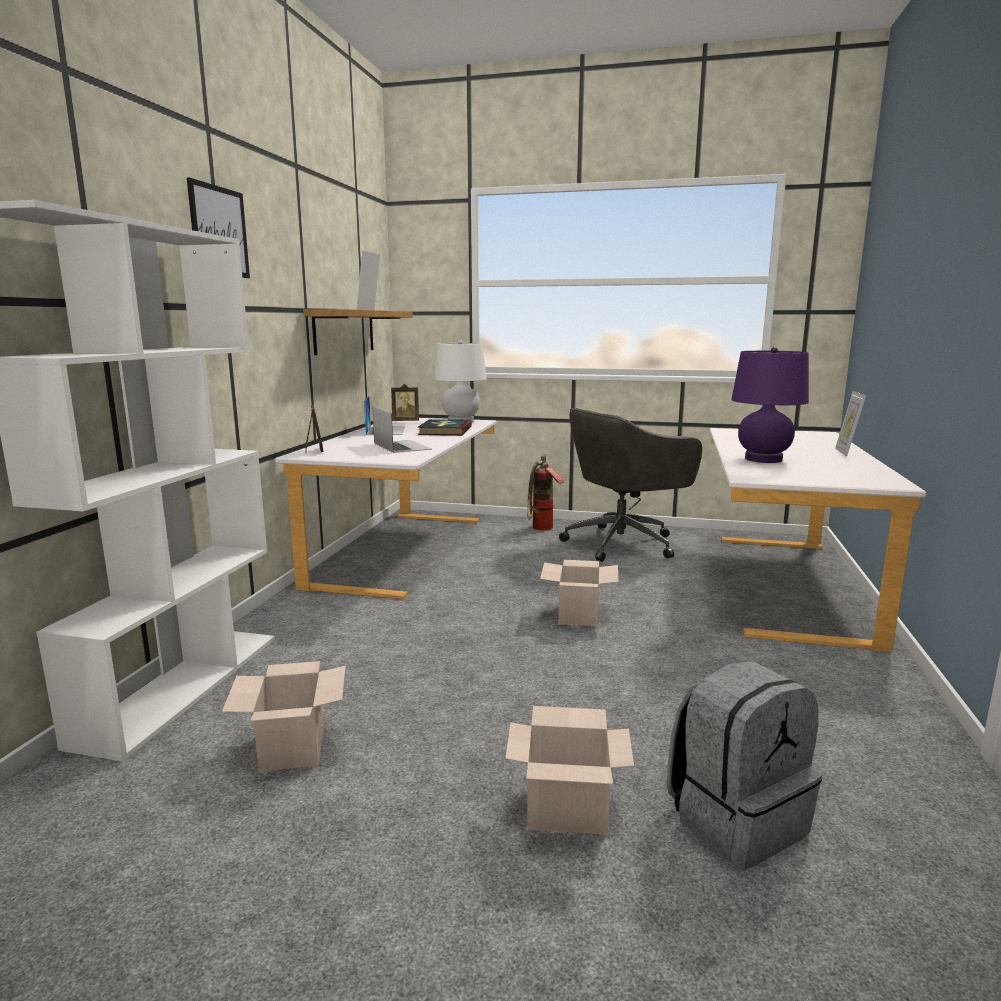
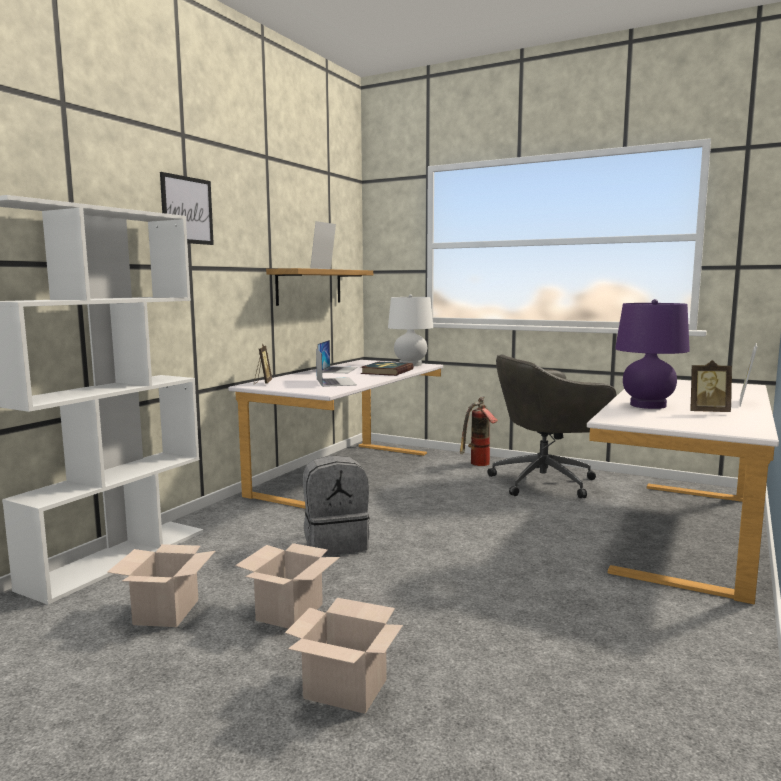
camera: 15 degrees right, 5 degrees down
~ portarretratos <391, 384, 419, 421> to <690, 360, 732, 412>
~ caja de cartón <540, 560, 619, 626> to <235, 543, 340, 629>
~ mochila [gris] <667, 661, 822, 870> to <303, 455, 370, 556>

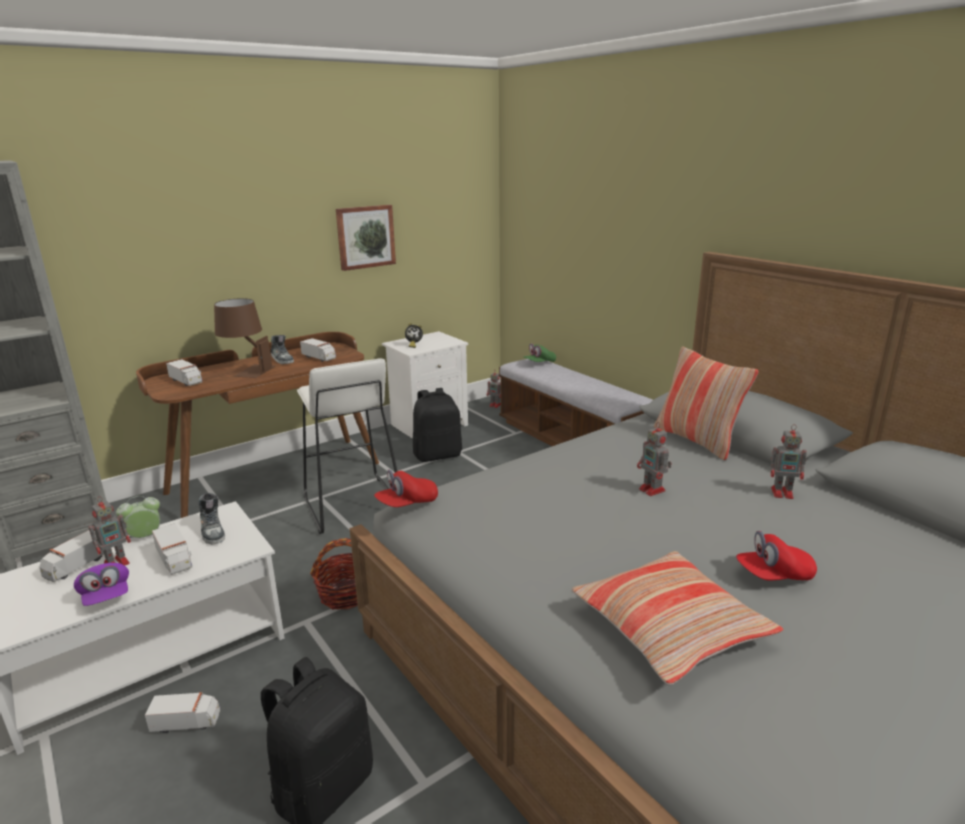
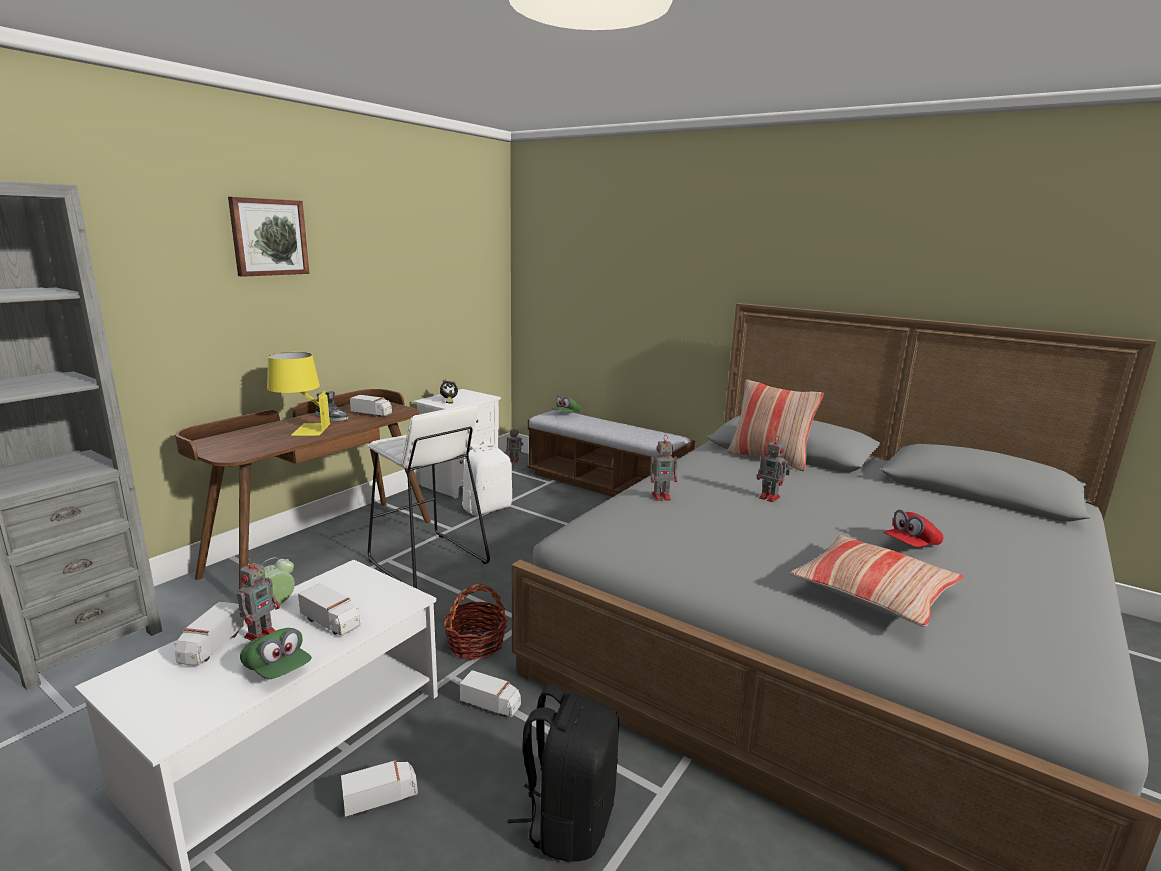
camera: 20 degrees left, 5 degrees down
- zapato <198, 493, 225, 545>
- gorra [rojo] <374, 470, 438, 507>
~ camión de juguete <166, 359, 203, 386> to <460, 670, 521, 717>
~ cuadro <336, 205, 396, 271> to <228, 197, 310, 277>
~ robot de juguete <771, 424, 807, 499> to <650, 435, 678, 501>
~ gorra [morado] <74, 563, 129, 606> to gorra [verde] <240, 628, 312, 679>
~ lámpara de mesa [marrón] <214, 298, 275, 378> to lámpara de mesa [amarillo] <267, 352, 331, 436>
~ mochila [negro] <413, 388, 462, 462> to mochila [blanco] <462, 440, 512, 516>

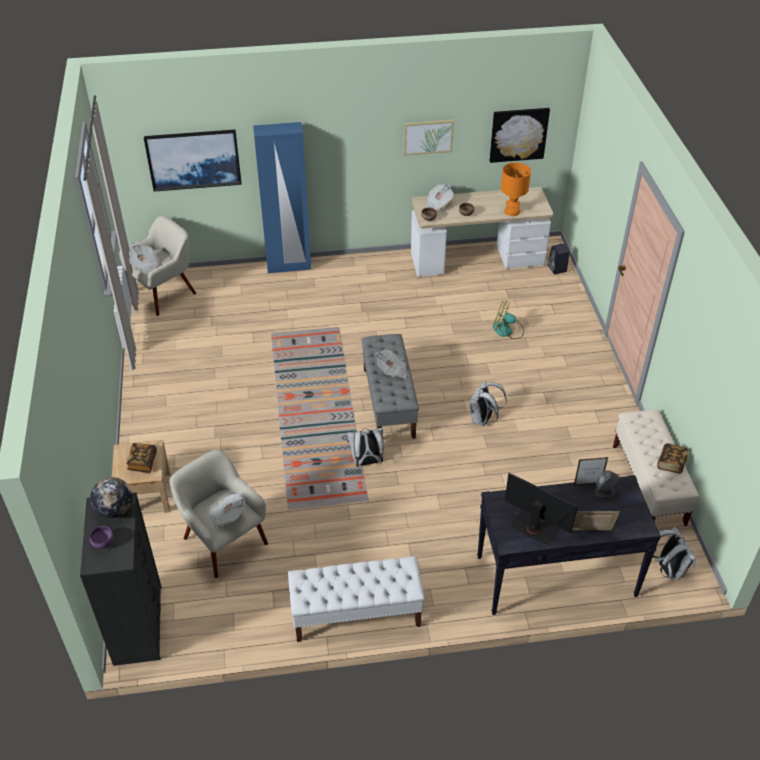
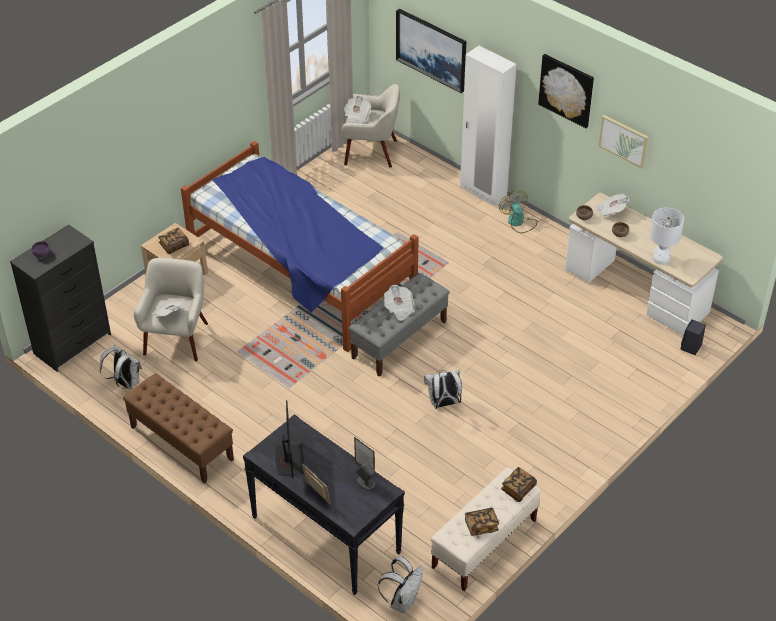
camera: 50 degrees right, 0 degrees up
- globo terráqueo <90, 477, 132, 518>
+ cama <181, 141, 419, 352>
+ libro <501, 467, 537, 502>
~ mochila [blanco] <346, 428, 384, 467> to <100, 345, 142, 390>
~ cuadro <489, 108, 550, 163> to <538, 54, 594, 128>
~ ventilador <493, 300, 524, 339> to <499, 191, 538, 233>
~ armario ropero [azul] <253, 122, 311, 274> to armario ropero [blanco] <460, 46, 517, 207>
~ banco [blanco] <288, 556, 425, 642> to banco [marrón] <123, 373, 234, 484>
~ lámpara de mesa [naranja] <501, 163, 531, 216> to lámpara de mesa [blanco] <650, 208, 684, 265>

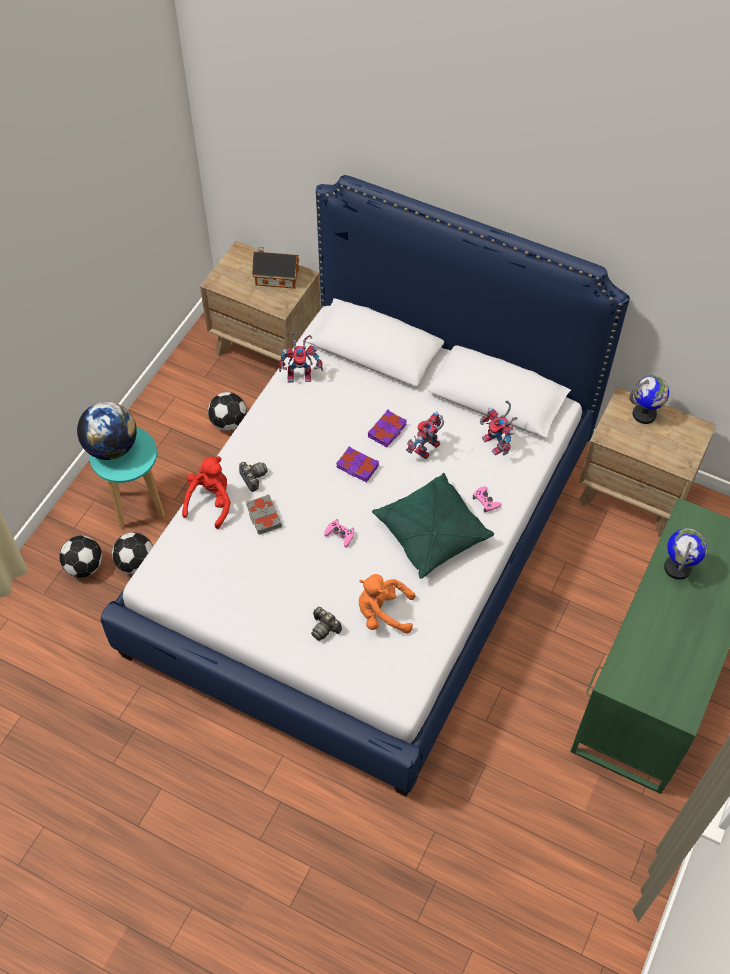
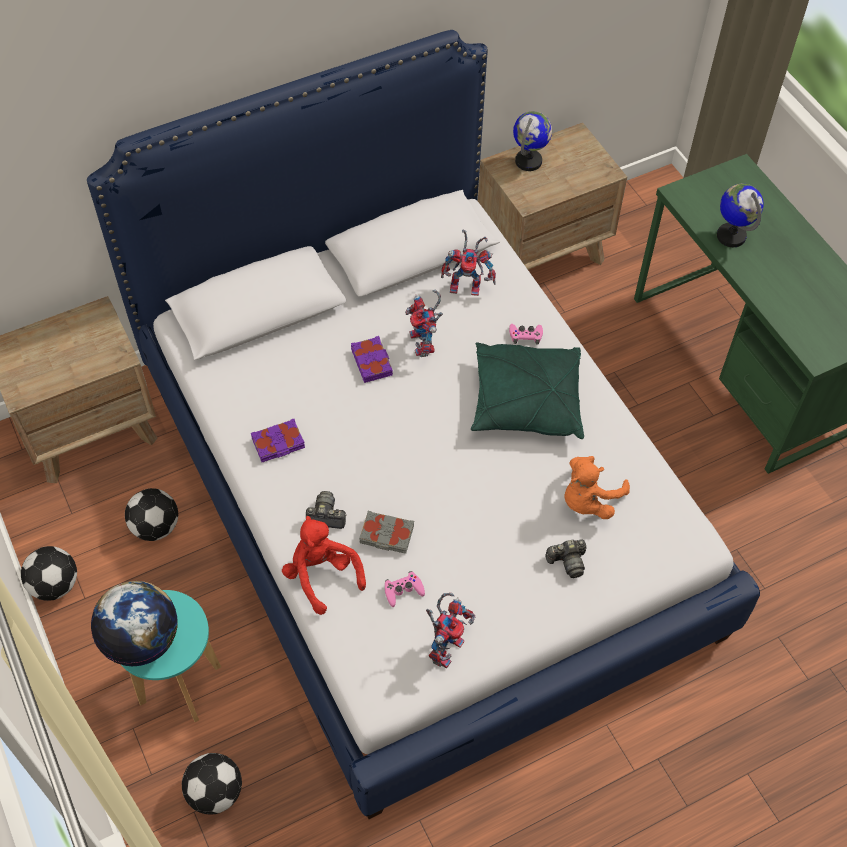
camera: 55 degrees left, 0 degrees up
- casita <252, 247, 299, 289>
~ balón de fútbol <112, 532, 153, 574> to <21, 546, 77, 601>
~ robot de juguete <279, 332, 323, 383> to <426, 593, 475, 669>
~ mando de consola [rosa] <324, 519, 354, 547> to <385, 571, 425, 607>
~ libro [morado] <336, 447, 379, 483> to <251, 419, 305, 462>

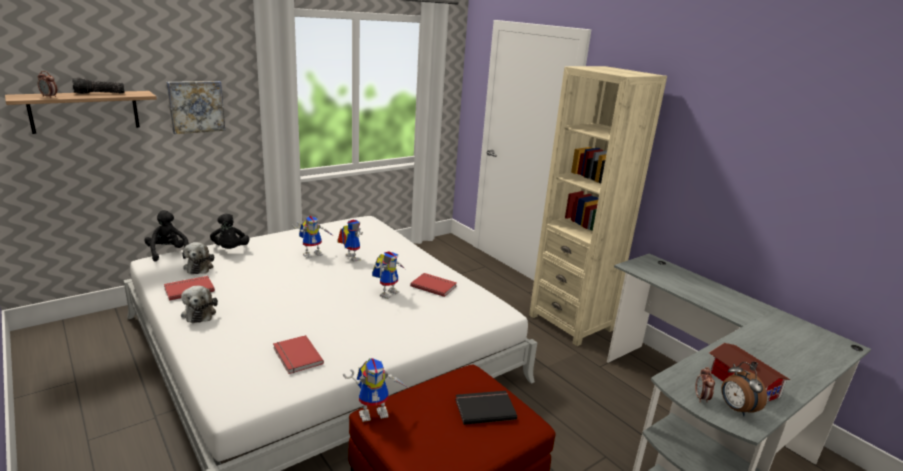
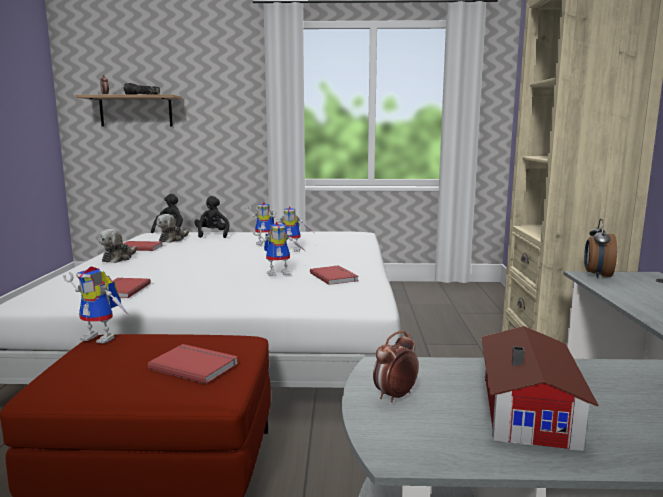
camera: 40 degrees right, 10 degrees down
- cuadro <166, 81, 225, 134>
~ despertador <721, 362, 767, 417> to <584, 218, 617, 279>
~ libro [negro] <455, 391, 517, 425> to libro [rojo] <148, 344, 238, 384>
~ peluche [negro] <210, 214, 250, 249> = <194, 196, 229, 238> 150 degrees clockwise
~ robot de juguete <338, 220, 363, 262> = <269, 206, 313, 252> 90 degrees clockwise

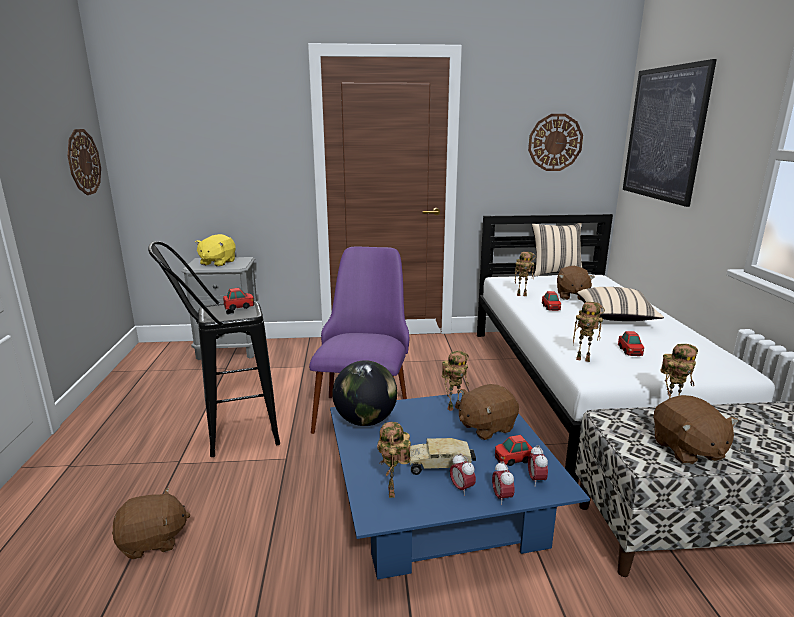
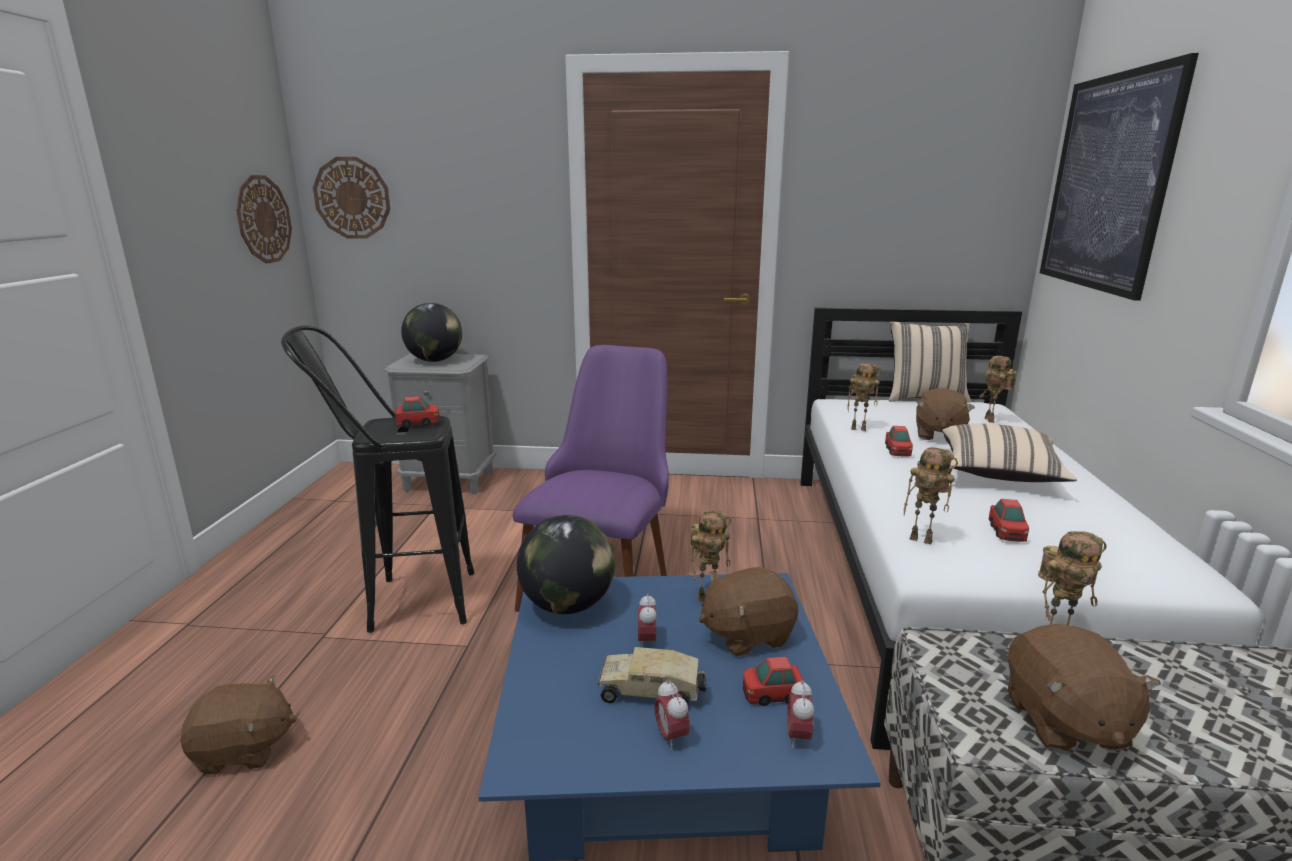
camera: 10 degrees right, 0 degrees up
~ robot de juguete <377, 422, 411, 498> to <979, 356, 1017, 423>
~ despertador <492, 461, 514, 505> to <638, 593, 657, 648>
~ reloj de pared <528, 114, 583, 171> to <313, 157, 390, 239>
~ peluche [amarillo] <195, 234, 236, 267> to globo terráqueo <401, 303, 462, 362>

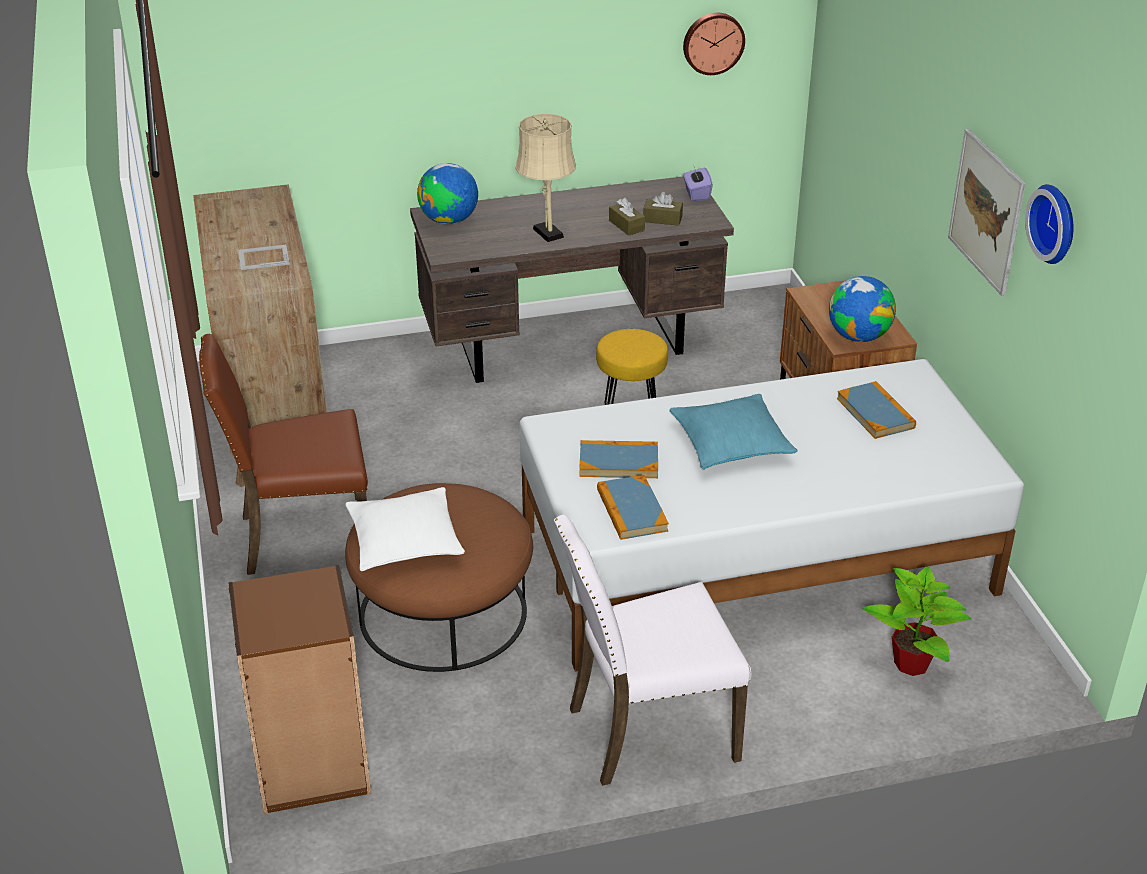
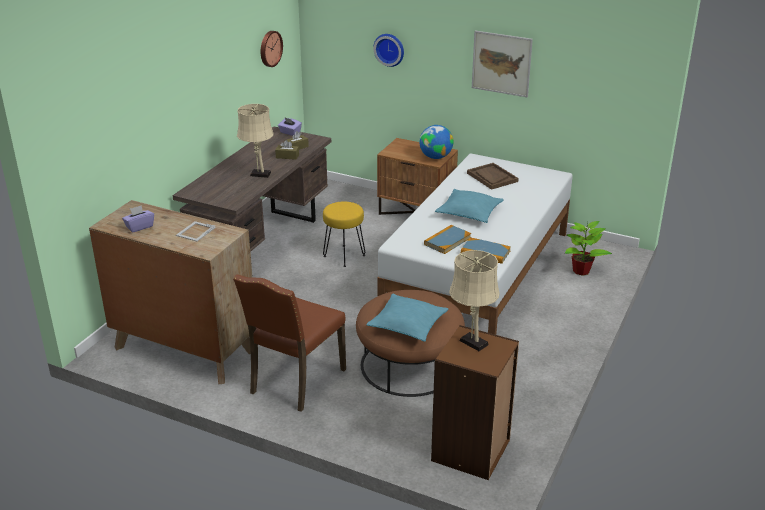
camera: 50 degrees left, 5 degrees down
- globo terráqueo <417, 163, 478, 225>
- silla [blanco] <554, 515, 751, 786>
+ caja de pañuelos [morado] <122, 205, 154, 233>
+ lámpara de mesa [beis] <449, 250, 500, 351>
~ reloj de pared <1025, 184, 1073, 264> to <373, 34, 404, 67>
~ libro <837, 381, 916, 439> to bandeja [marrón] <467, 163, 519, 190>
~ cojín [blanco] <345, 487, 465, 571> to cojín [turquesa] <366, 294, 449, 342>

